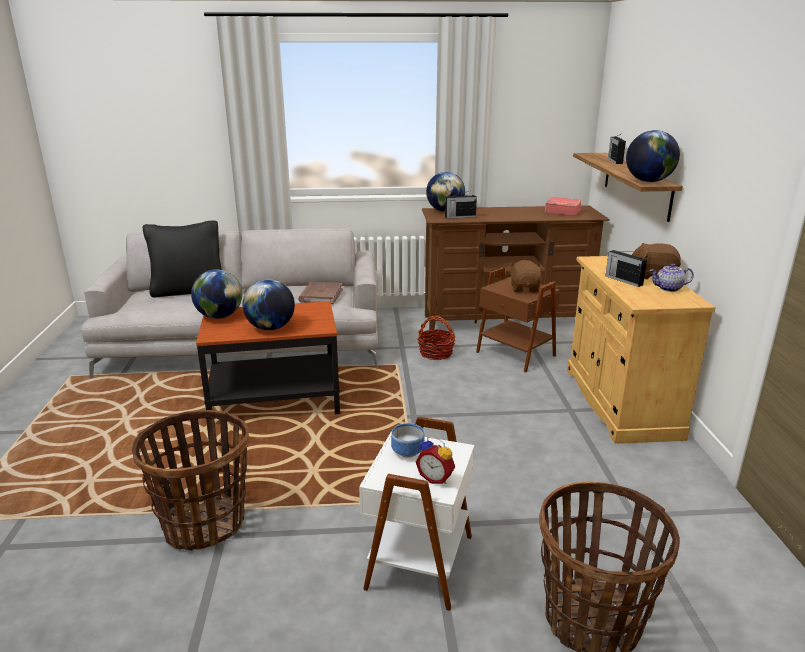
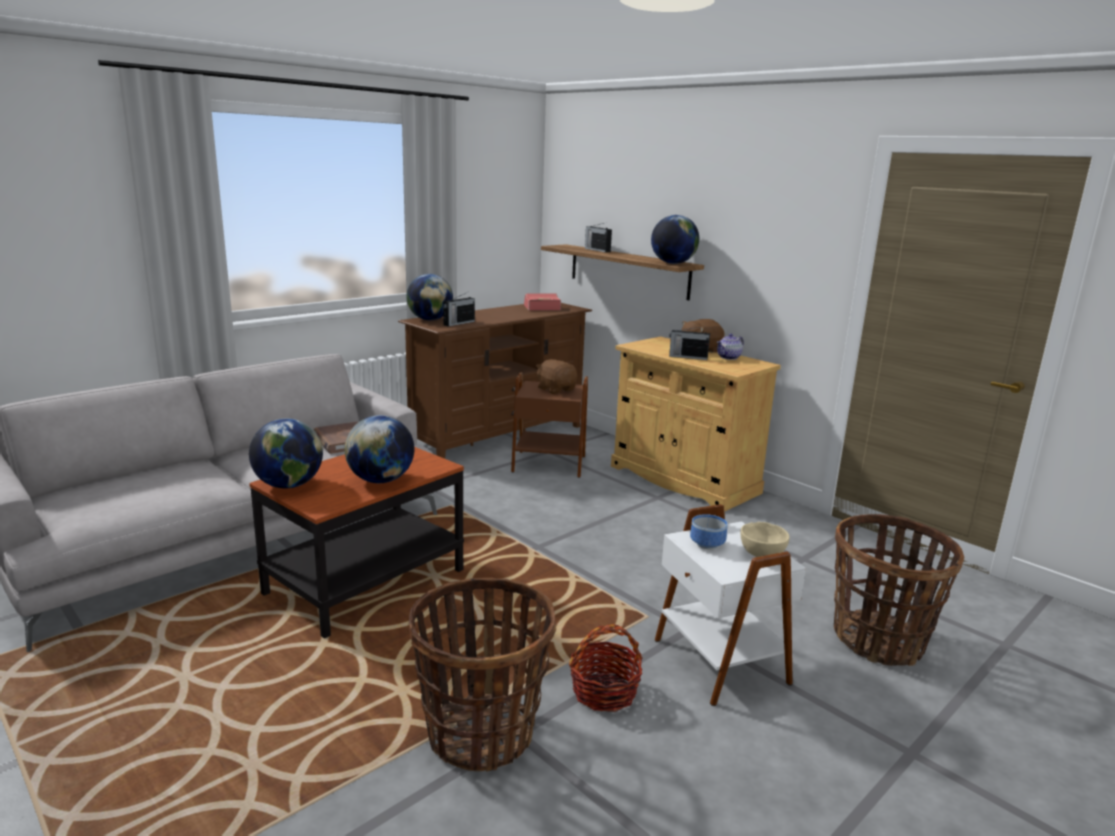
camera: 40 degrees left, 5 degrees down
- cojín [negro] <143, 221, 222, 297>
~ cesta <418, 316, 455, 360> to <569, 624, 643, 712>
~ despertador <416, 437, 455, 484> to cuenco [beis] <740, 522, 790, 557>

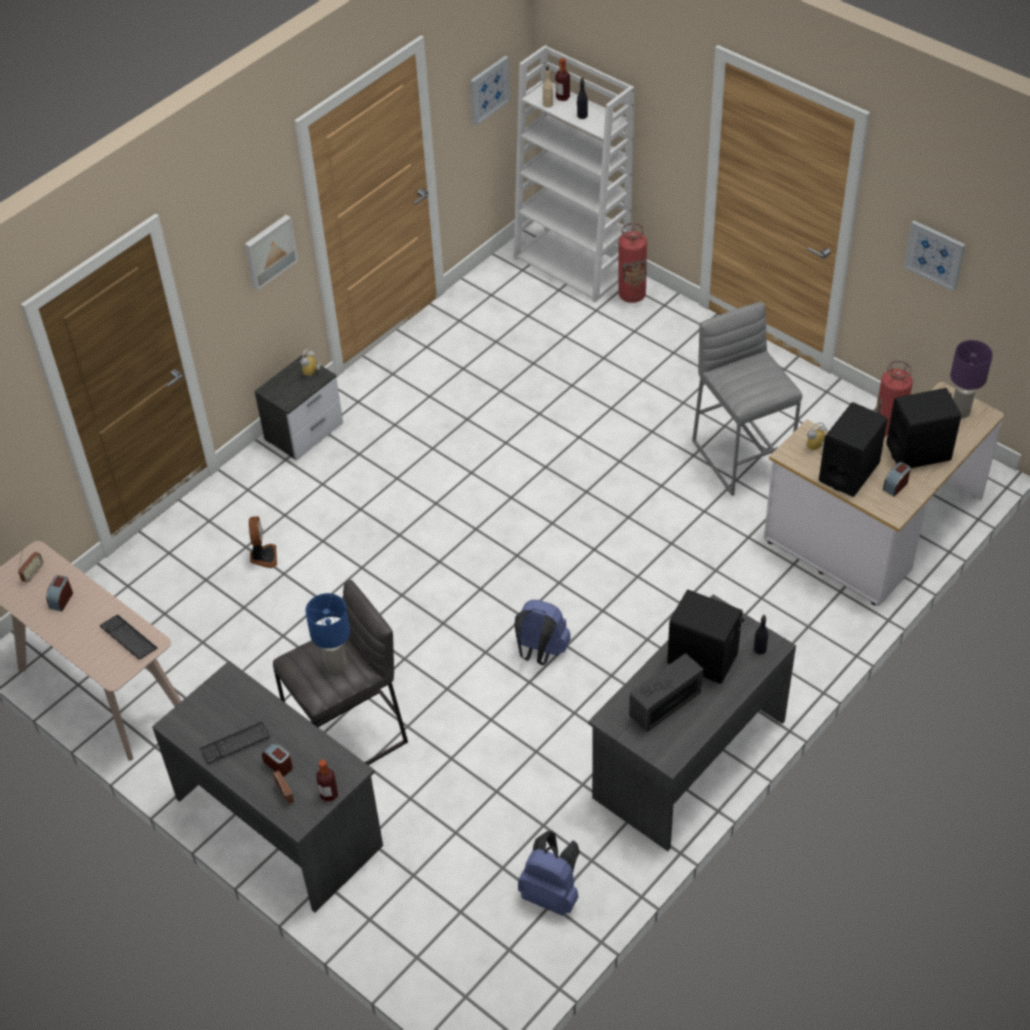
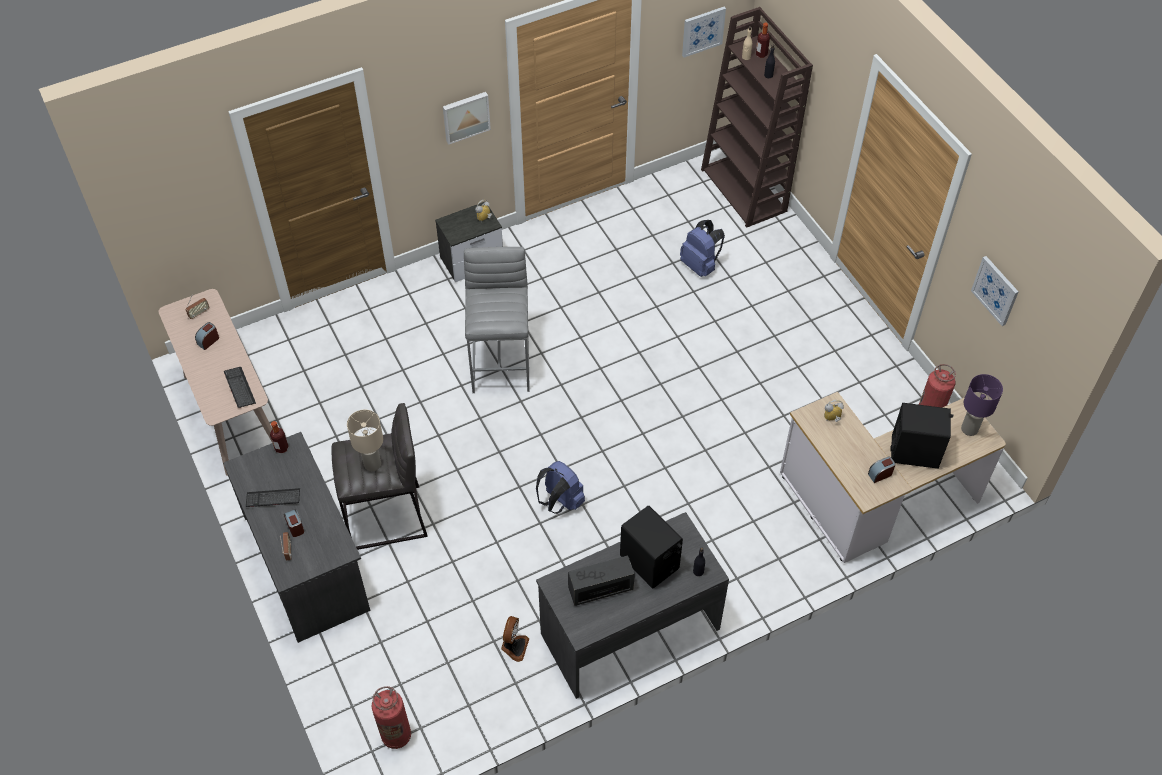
camera: 20 degrees right, 5 degrees up
- altavoz [negro] <819, 402, 888, 497>
~ ventilador <249, 516, 277, 568> to <501, 616, 529, 662>
~ botella <316, 760, 338, 802> to <270, 421, 289, 453>
~ mochila [azul] <518, 831, 580, 916> to <680, 220, 725, 277>
~ extintor <618, 223, 647, 303> to <371, 686, 411, 749>
~ taburete [gris] <692, 302, 802, 496> to <464, 247, 530, 393>
~ lámpara de mesa [azul] <305, 593, 350, 673> to lámpara de mesa [beis] <347, 410, 383, 471>
~ estantería [blanco] <514, 45, 634, 303> to estantería [marrón] <701, 7, 813, 228>

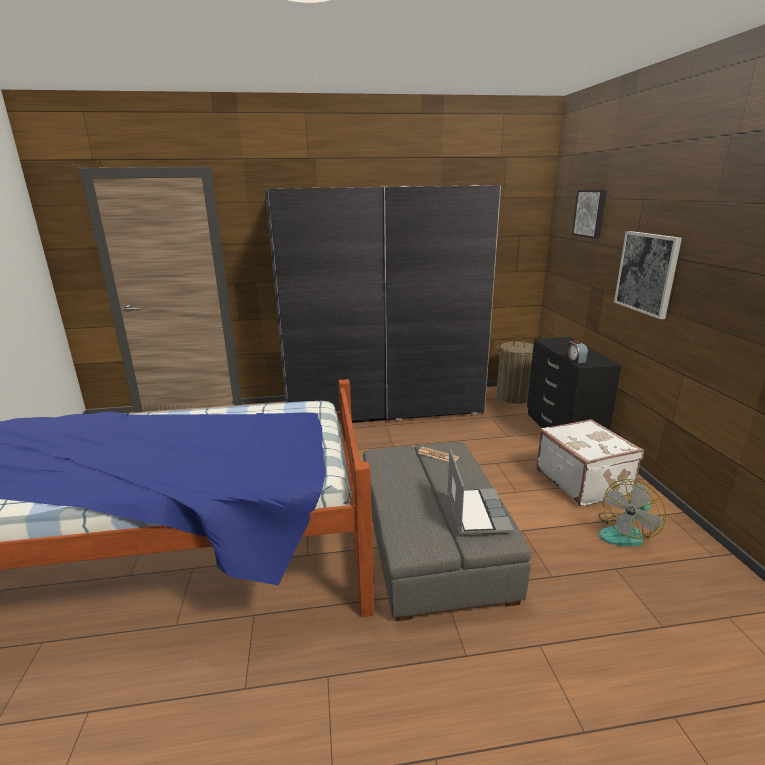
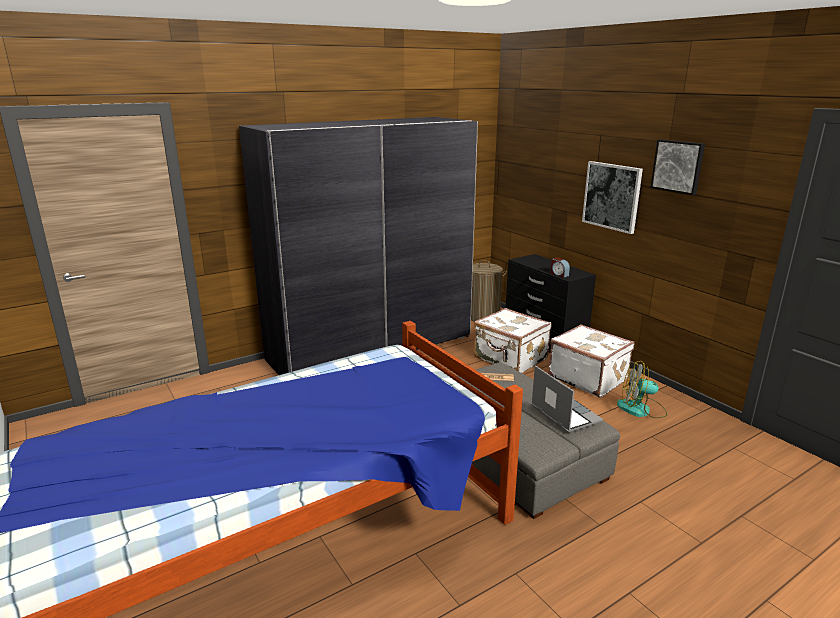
camera: 25 degrees left, 0 degrees up
+ maleta [blanco] <474, 308, 551, 373>
~ cuadro <572, 190, 607, 239> to <650, 139, 705, 195>
~ ventilador <598, 479, 666, 547> = <617, 361, 667, 418> 75 degrees clockwise

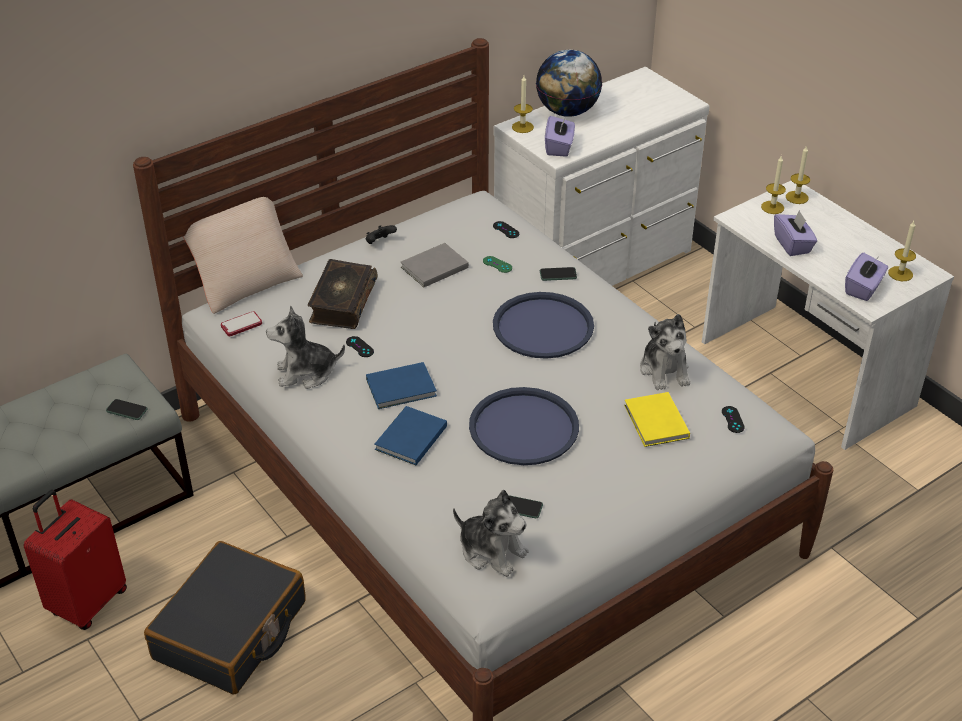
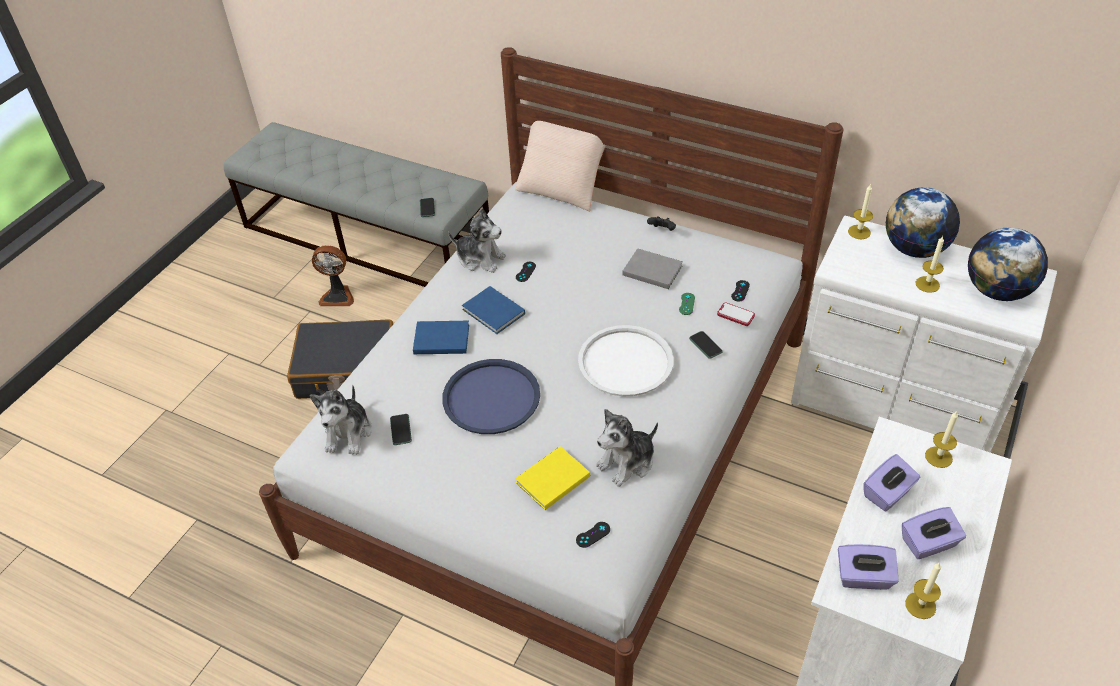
camera: 65 degrees right, 5 degrees up
- libro <308, 259, 377, 329>
+ globo terráqueo <968, 228, 1048, 301>
~ móvil <221, 311, 262, 336> to <717, 302, 755, 326>
~ caja de pañuelos [morado] <545, 114, 575, 157> to <902, 507, 966, 559>
~ vela <786, 145, 810, 204> to <915, 236, 944, 293>
~ maleta [rojo] <24, 490, 127, 630> to ventilador <312, 245, 354, 306>
~ bandeja [azul] <493, 292, 594, 359> to bandeja [blanco] <578, 325, 674, 397>
~ peluche <266, 306, 345, 389> = <448, 208, 506, 273> 150 degrees clockwise

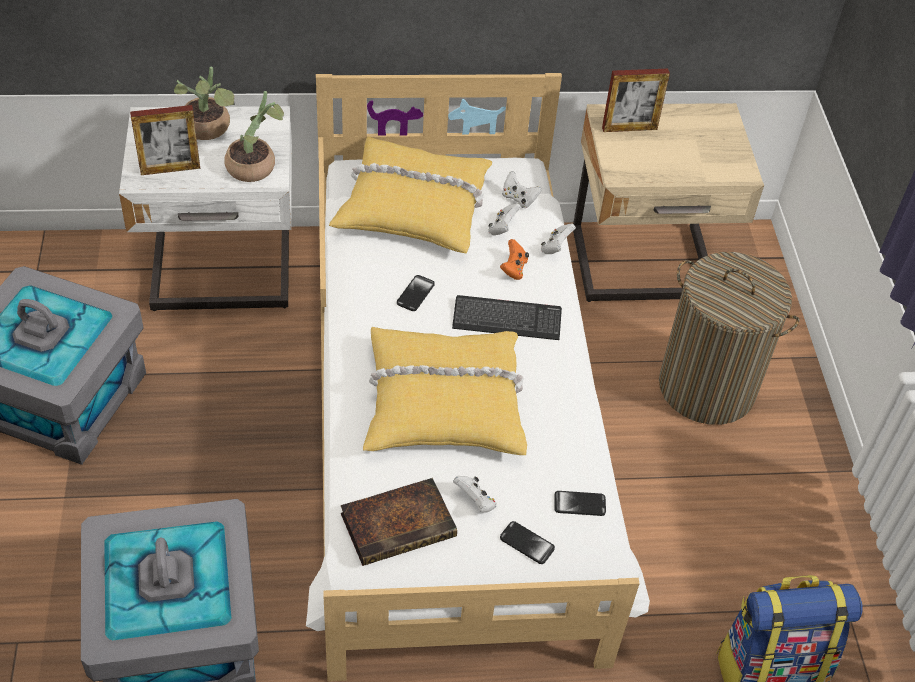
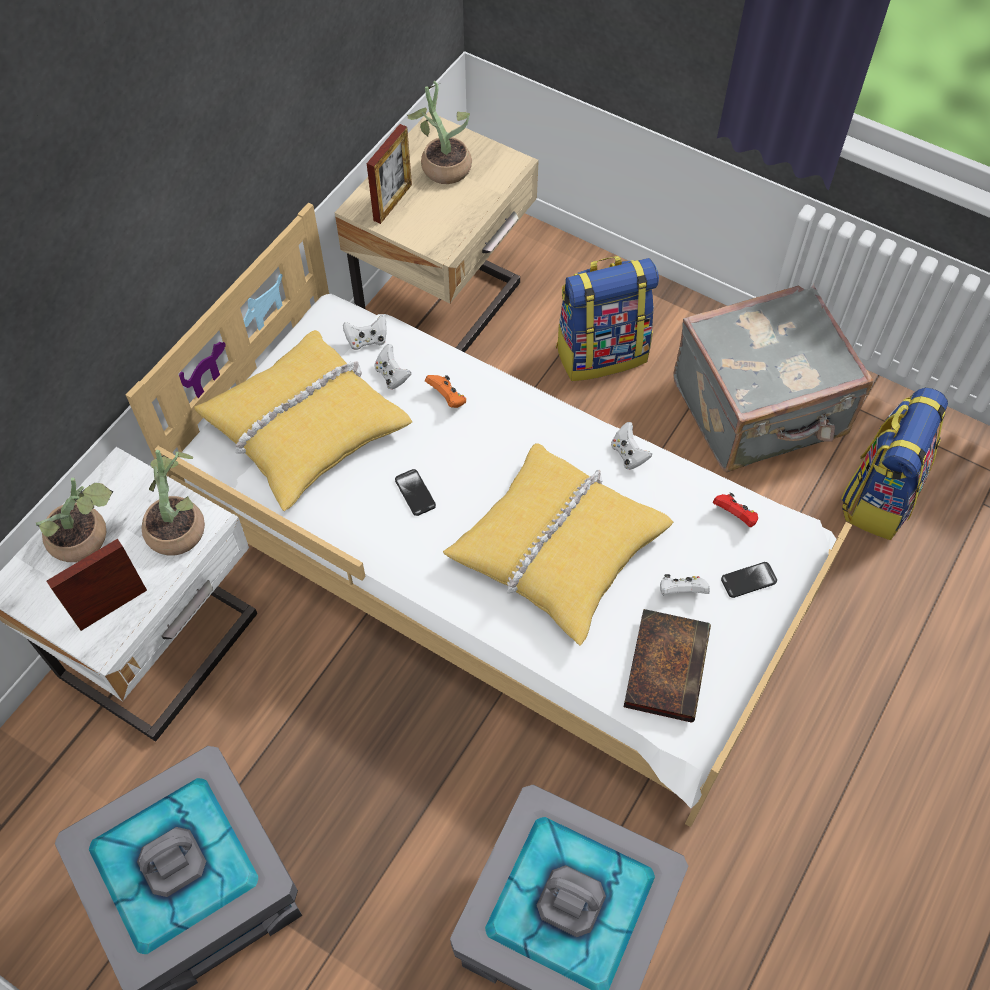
camera: 50 degrees left, 10 degrees up
- teclado <452, 295, 562, 340>
+ planta en maceta <407, 81, 472, 184>
+ maleta [gris] <673, 284, 873, 472>
~ mando de consola [blanco] <541, 223, 576, 254> to <611, 422, 652, 470>
~ móvil <554, 491, 606, 516> to mando de consola [rojo] <713, 492, 758, 527>
~ cesto de la ropa <659, 252, 799, 425> to mochila <556, 256, 659, 381>
~ portarretratos <130, 105, 200, 175> = <47, 539, 147, 631> 150 degrees counterclockwise

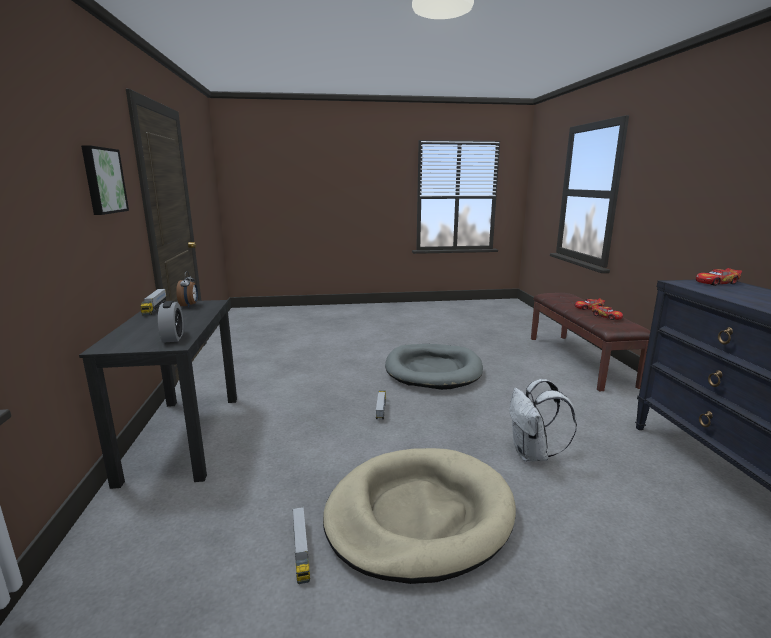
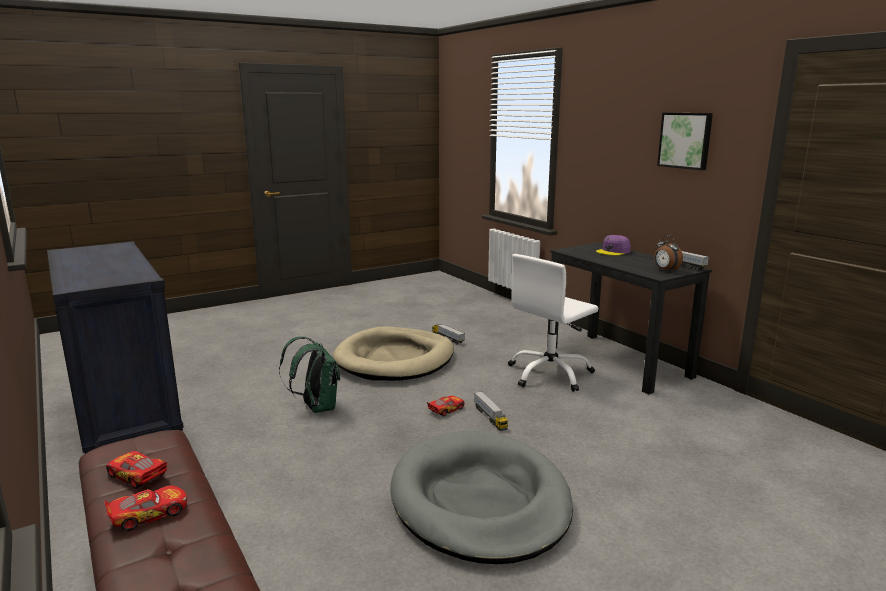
camera: 155 degrees right, 0 degrees up
- despertador <158, 301, 184, 343>
+ silla de oficina [blanco] <508, 254, 599, 392>
+ gorra [morado] <596, 235, 631, 256>
~ coche de juguete <696, 268, 742, 286> to <427, 395, 464, 417>
~ mochila [blanco] <509, 379, 577, 462> to mochila [verde] <279, 337, 340, 413>

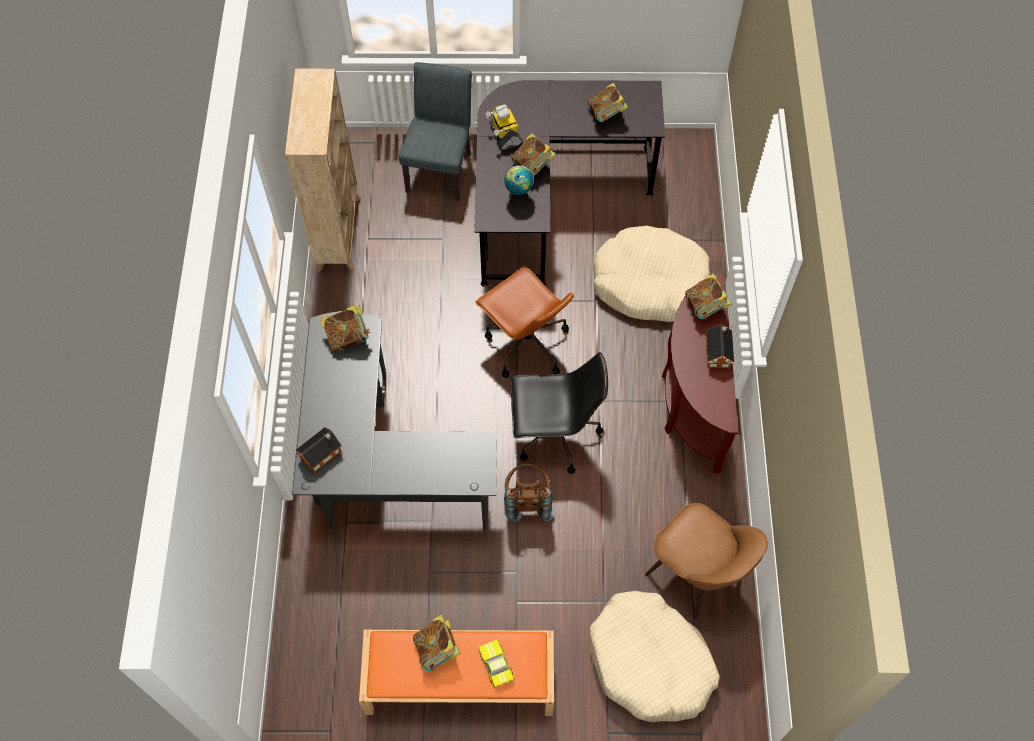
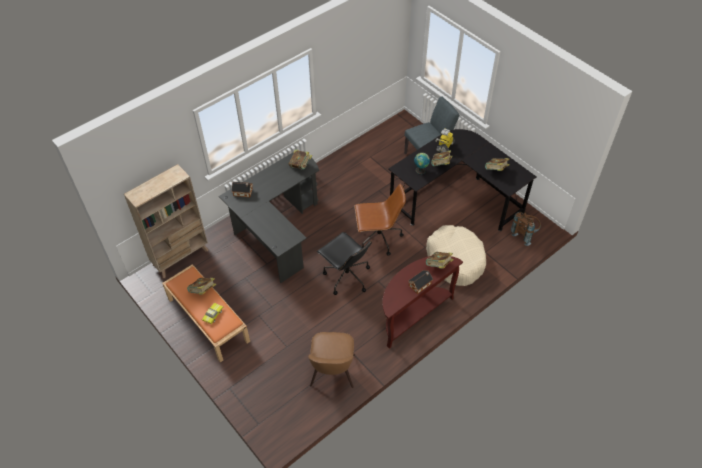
camera: 50 degrees right, 10 degrees down
- cama para perro [beis] <589, 591, 720, 722>
~ estantería [beis] <285, 69, 361, 273> to <124, 164, 208, 278>
~ mochila [marrón] <504, 463, 554, 522> to <511, 212, 541, 246>
~ silla de oficina [marrón] <475, 266, 574, 378> = <354, 184, 406, 256> 105 degrees counterclockwise

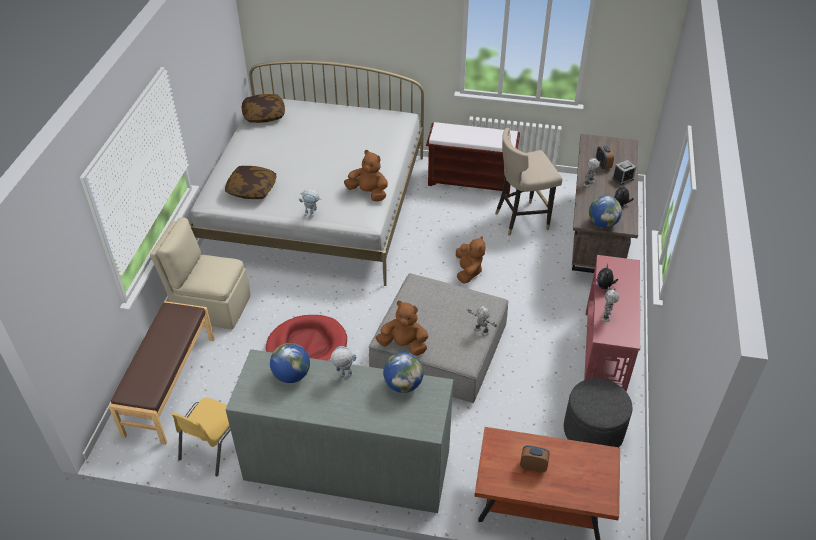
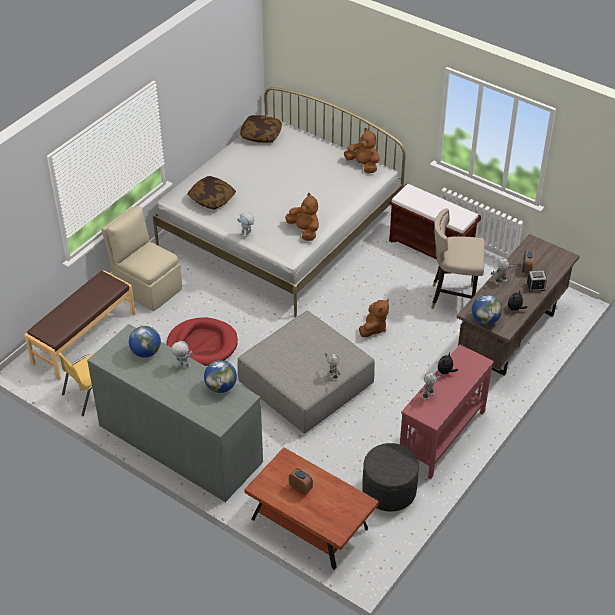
camera: 25 degrees right, 0 degrees up
~ peluche [marrón] <375, 301, 428, 356> to <344, 128, 380, 173>

